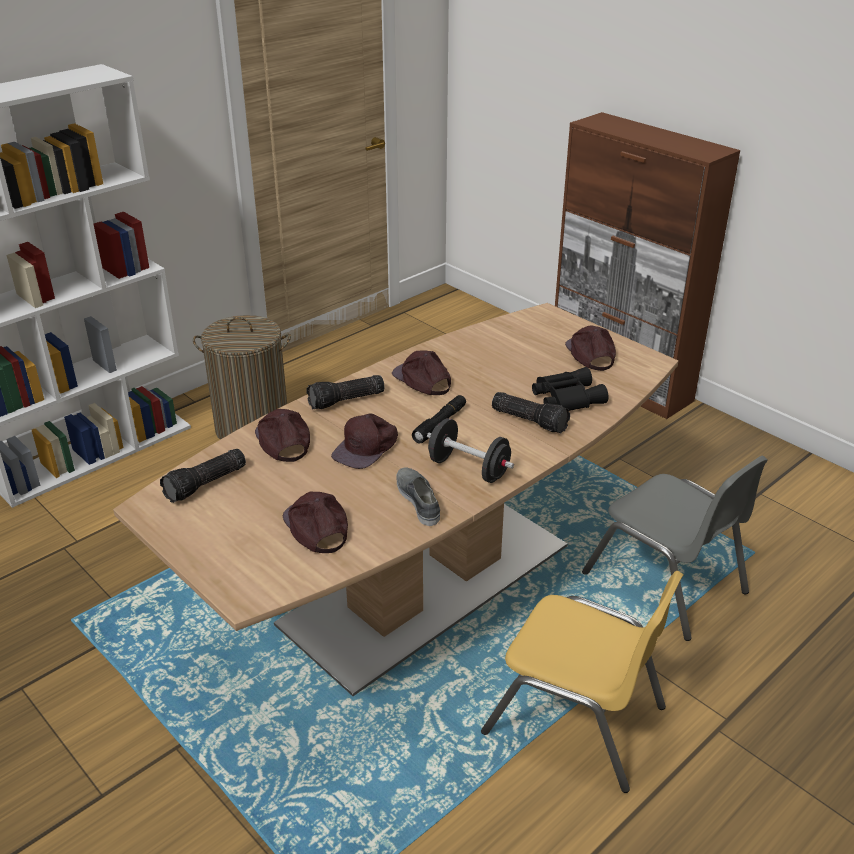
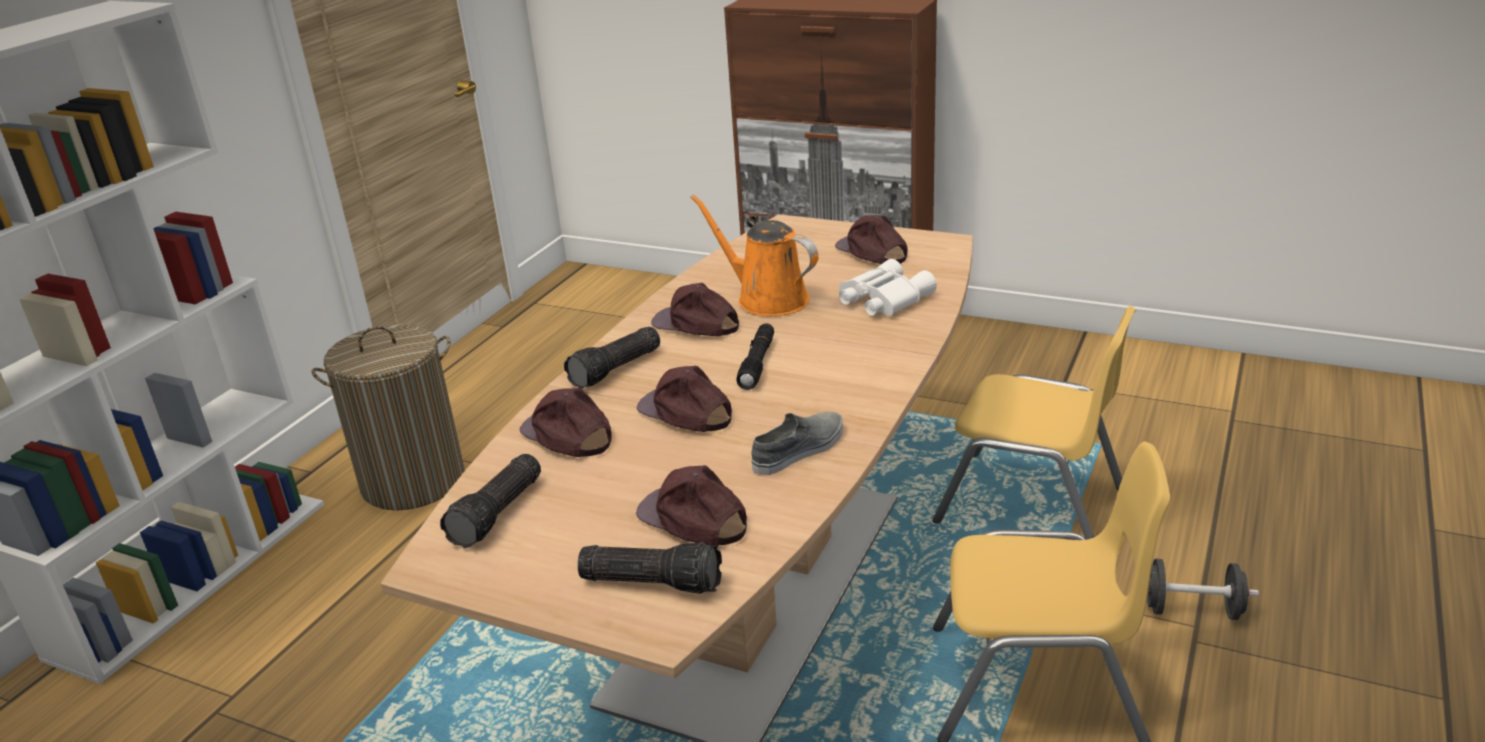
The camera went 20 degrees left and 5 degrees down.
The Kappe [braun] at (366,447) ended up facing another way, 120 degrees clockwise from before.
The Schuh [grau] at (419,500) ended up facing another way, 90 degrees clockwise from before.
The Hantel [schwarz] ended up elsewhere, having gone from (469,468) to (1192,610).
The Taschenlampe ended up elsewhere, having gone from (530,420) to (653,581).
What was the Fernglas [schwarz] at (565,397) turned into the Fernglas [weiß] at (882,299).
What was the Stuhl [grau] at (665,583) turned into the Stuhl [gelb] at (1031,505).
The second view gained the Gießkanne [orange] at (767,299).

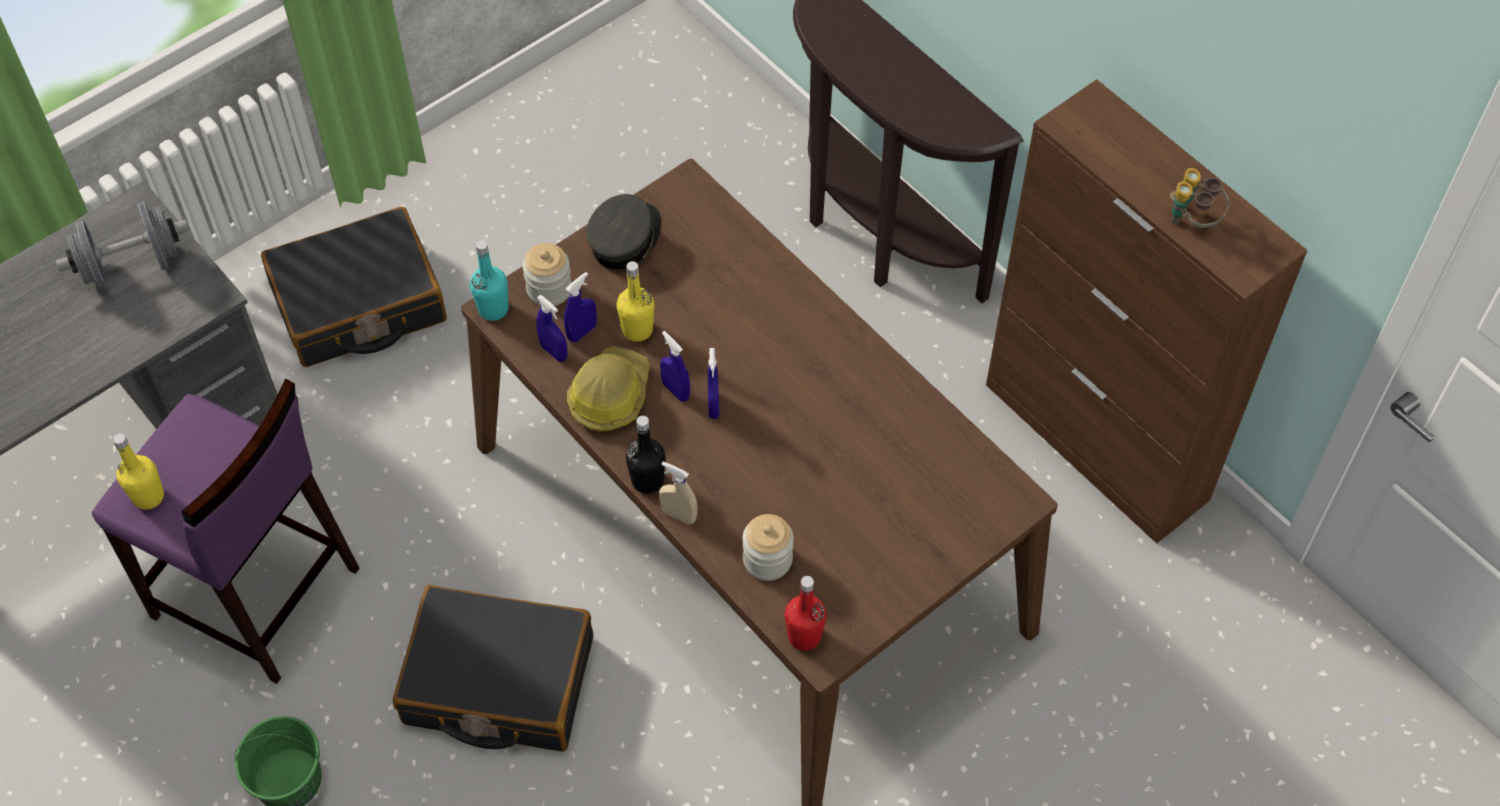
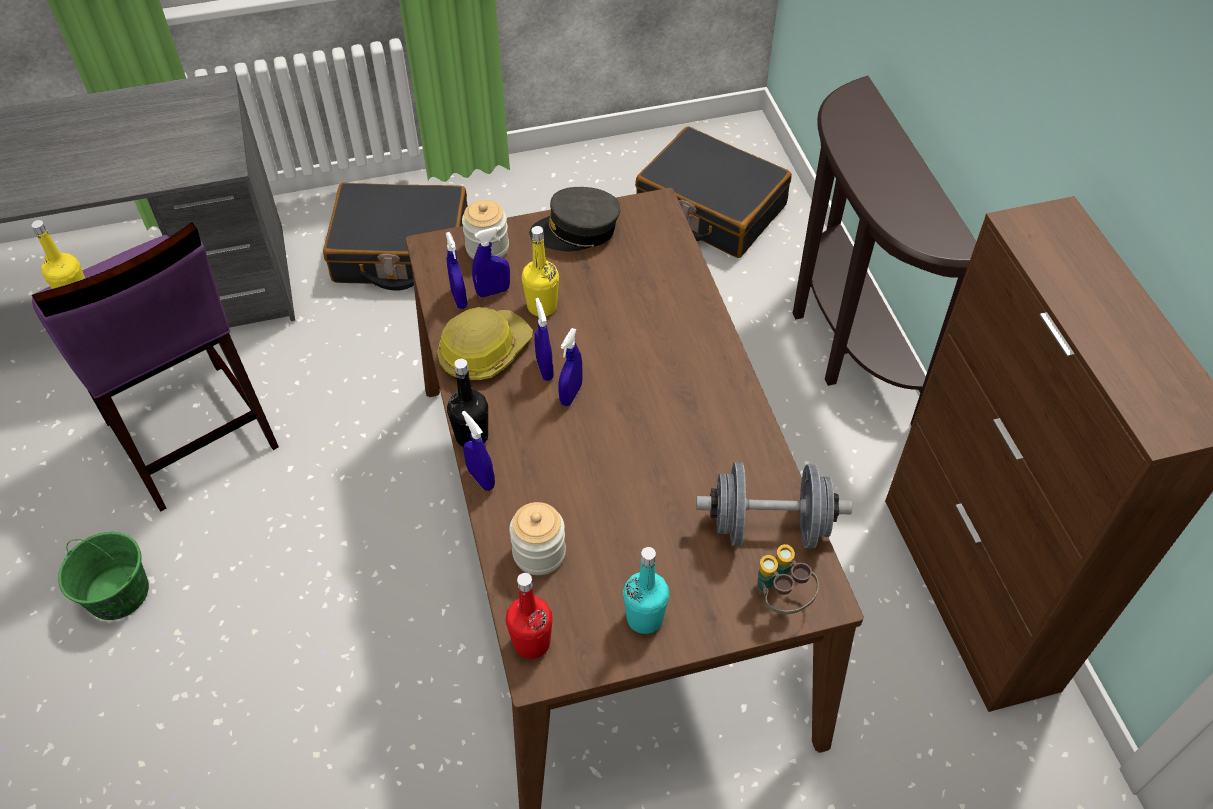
The camera went 25 degrees right and 5 degrees down.
The Hantel [grau] ended up elsewhere, having gone from (132,266) to (769,527).
The Koffer [schwarz] ended up elsewhere, having gone from (498,682) to (710,208).
The Flasche [türkis] ended up elsewhere, having gone from (493,309) to (644,618).
The Kappe [grau] at (625,239) ended up facing another way, 150 degrees counterclockwise from before.
What was the Sprühflasche [beige] at (679,515) turned into the Sprühflasche [blau] at (481,478).
The Fernglas ended up elsewhere, having gone from (1192,220) to (780,598).

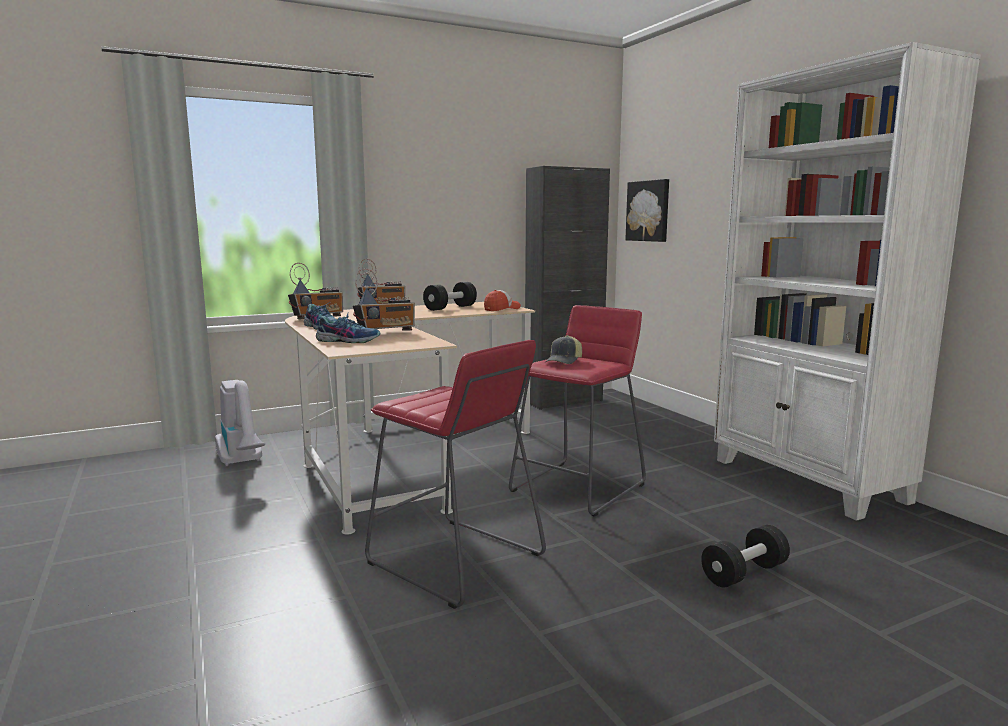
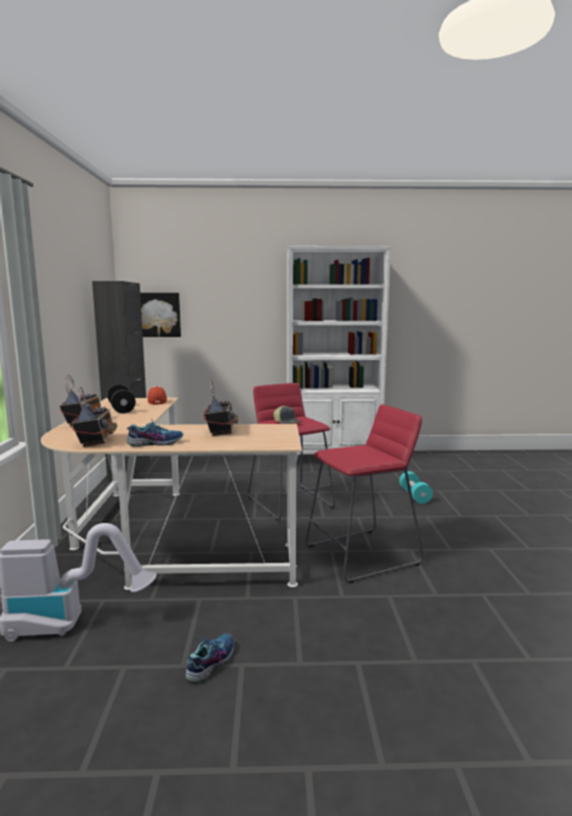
The camera went 65 degrees left and 0 degrees up.
The Schuh ended up elsewhere, having gone from (348,340) to (210,662).
What was the Hantel [schwarz] at (744,573) turned into the Hantel [türkis] at (414,496).

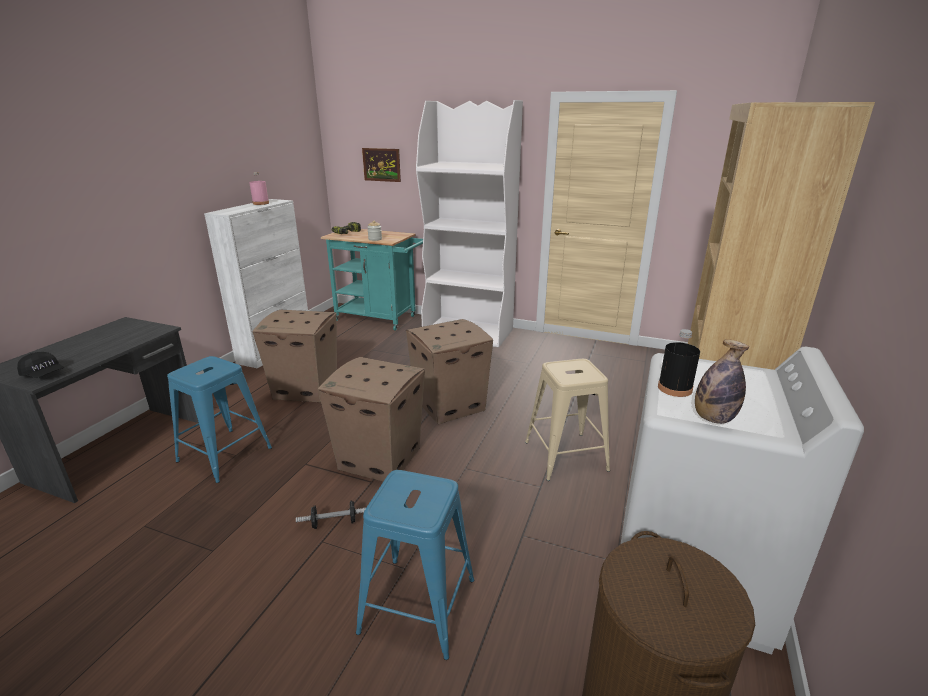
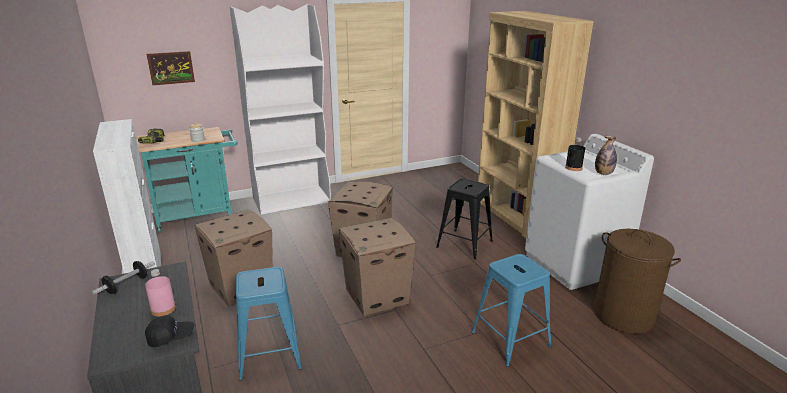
The camera went 45 degrees left and 0 degrees up.
The Flasche [rosa] ended up elsewhere, having gone from (260,203) to (163,309).
The Hantel ended up elsewhere, having gone from (334,523) to (126,285).
What was the Hocker [beige] at (565,456) turned into the Hocker [schwarz] at (464,244).

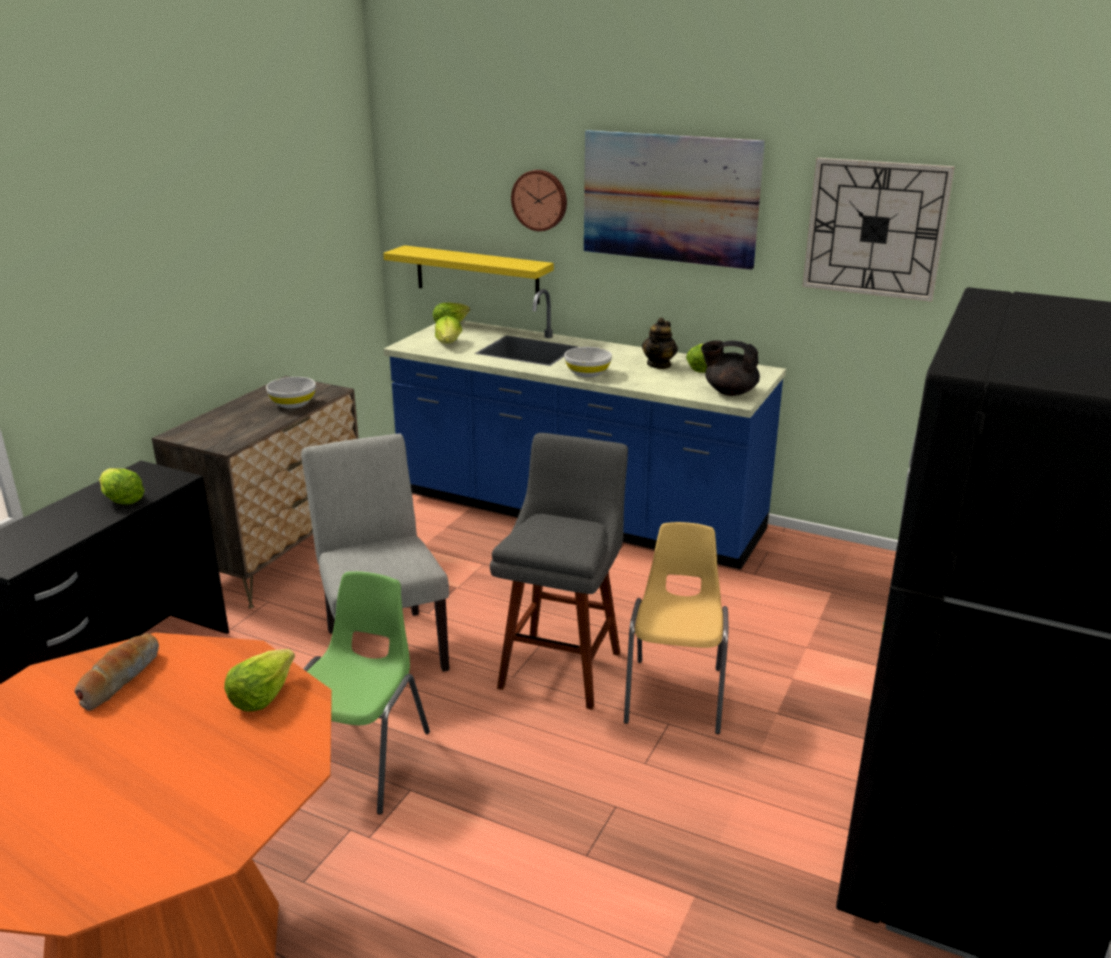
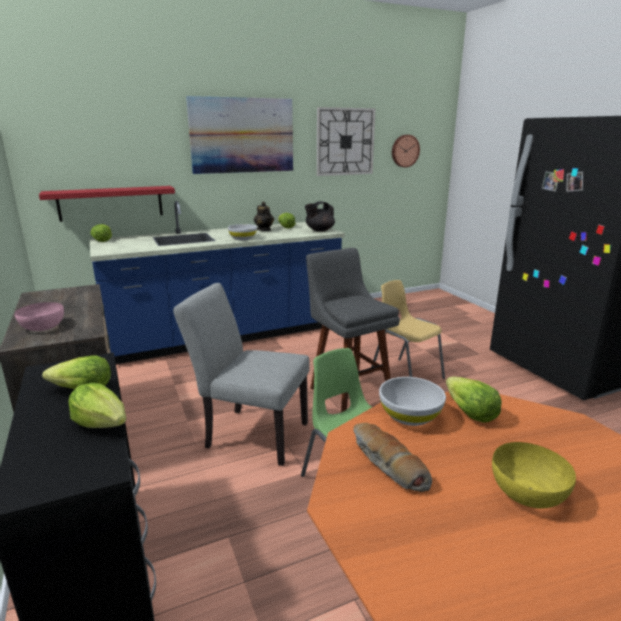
The camera went 50 degrees left and 5 degrees down.
The Schüssel [weiß] ended up elsewhere, having gone from (292,404) to (410,416).
What was the Wandregal [gelb] at (477,274) turned into the Wandregal [rot] at (111,203).
The Salatkopf ended up elsewhere, having gone from (449,343) to (102,423).
The Wanduhr ended up elsewhere, having gone from (540,200) to (404,151).
The second view gained the Schüssel [rosa] at (42,327).
The second view gained the Schüssel [gelb] at (528,492).

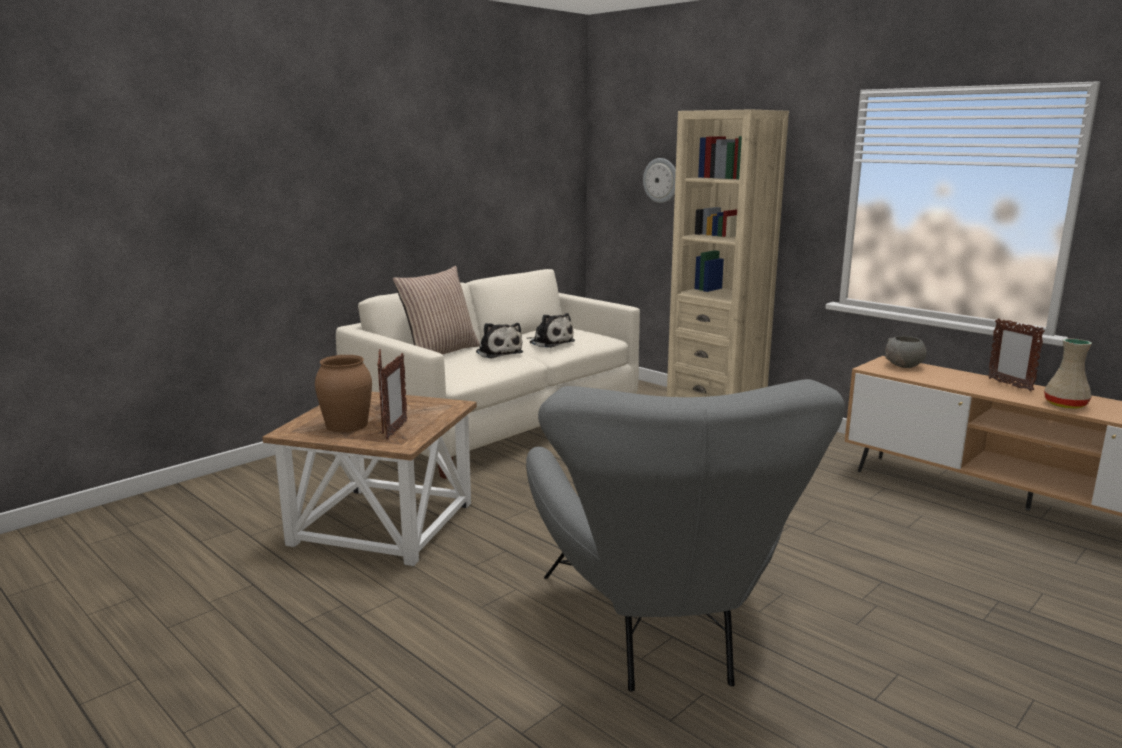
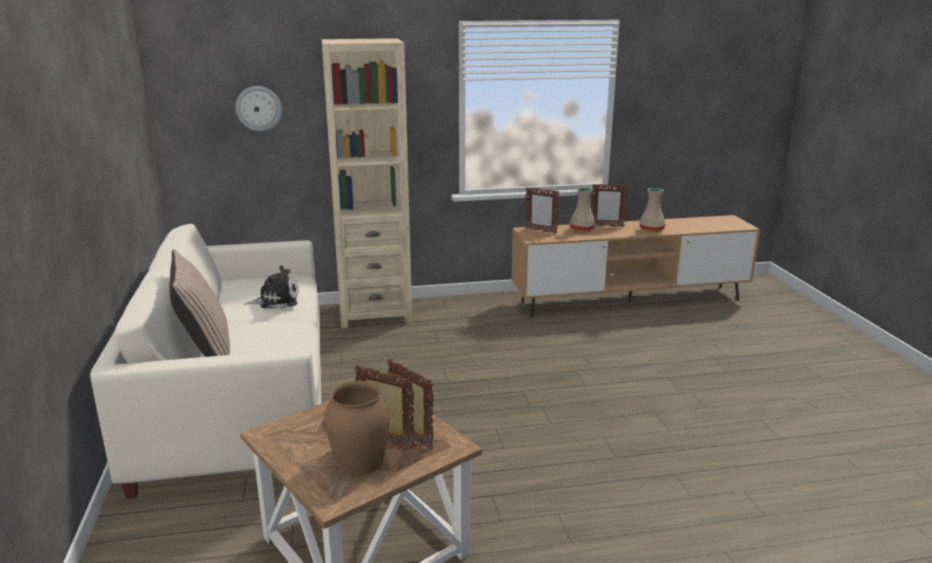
The camera went 55 degrees left and 5 degrees up.
The second view lost the Plüschtier at (498,352).
The second view lost the Sessel [grau] at (663,632).
Where the Schüssel [grau] stood at (904,366), the Bilderrahmen came to stand at (541,231).
The second view gained the Vase [beige] at (582,230).

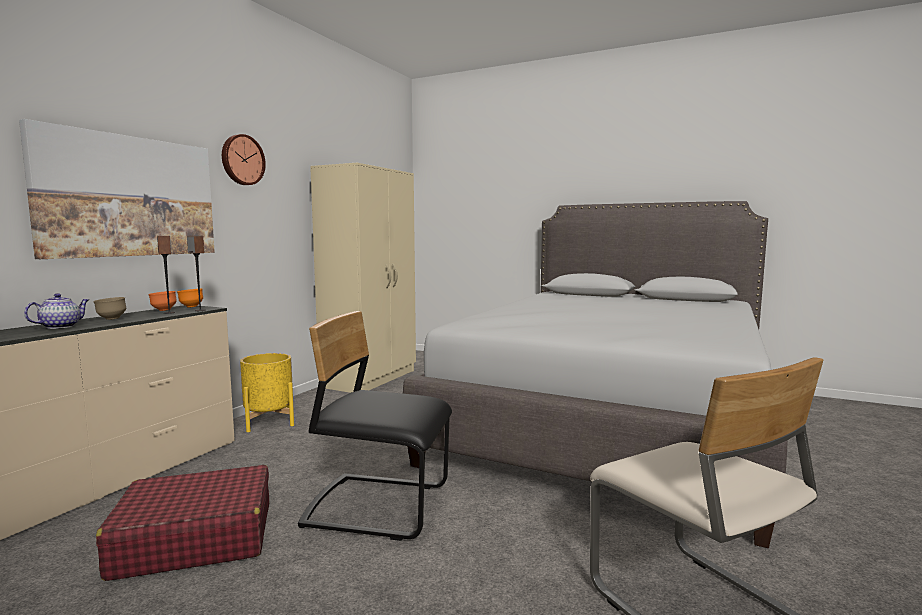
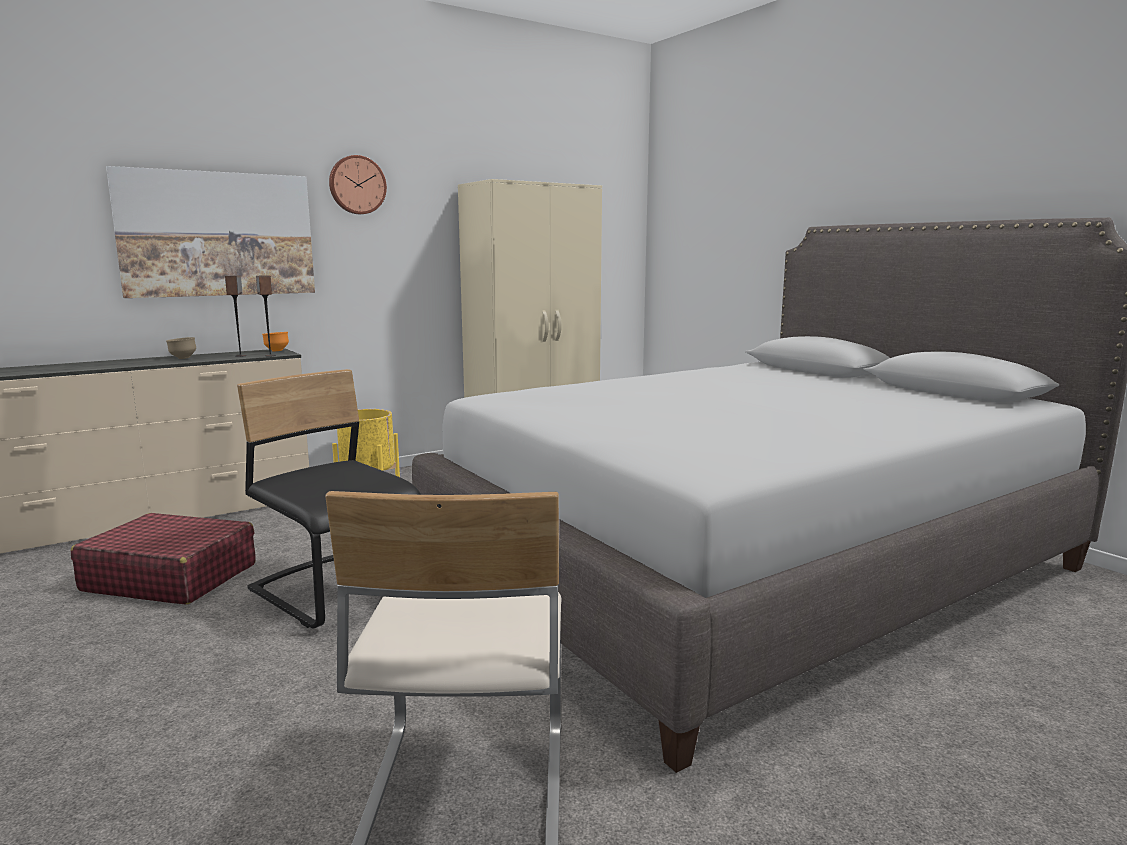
The camera went 30 degrees right and 5 degrees up.
The second view lost the Teekanne at (61,326).
The second view lost the Schüssel [orange] at (163,310).

